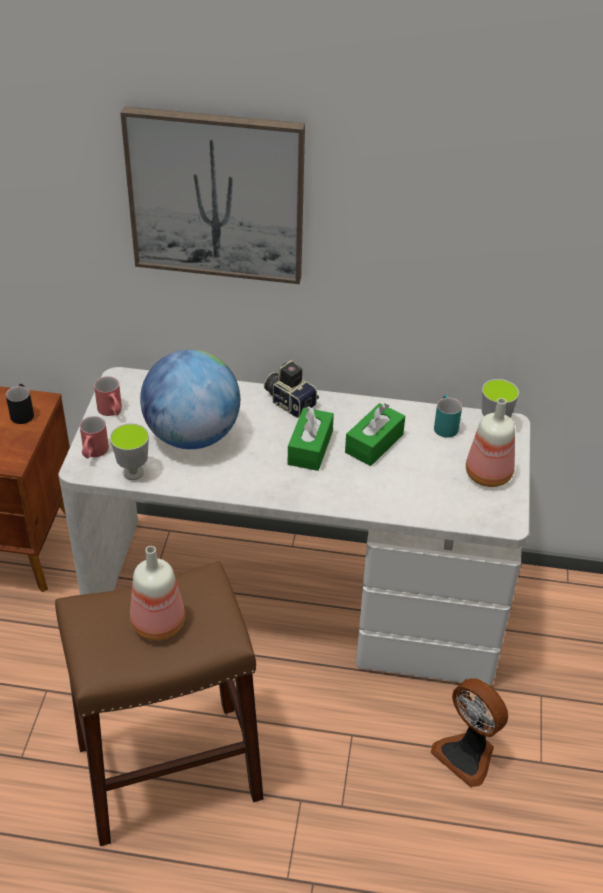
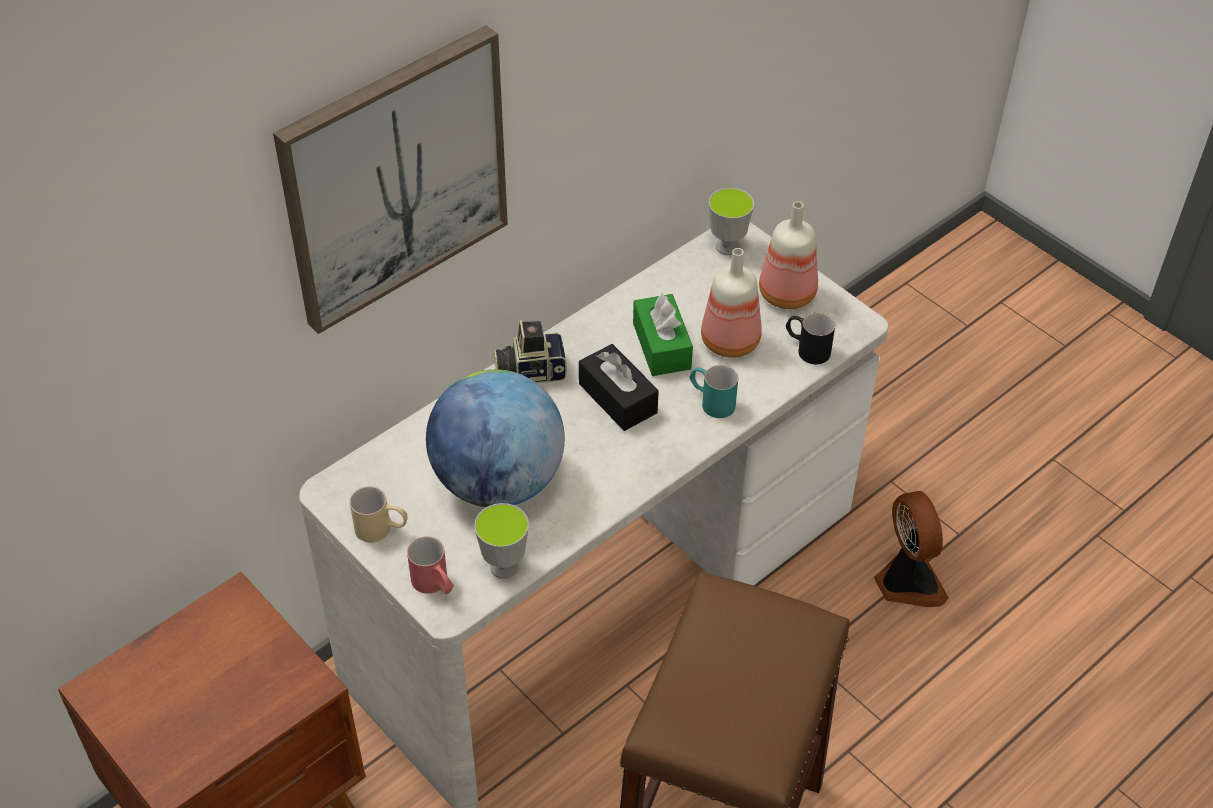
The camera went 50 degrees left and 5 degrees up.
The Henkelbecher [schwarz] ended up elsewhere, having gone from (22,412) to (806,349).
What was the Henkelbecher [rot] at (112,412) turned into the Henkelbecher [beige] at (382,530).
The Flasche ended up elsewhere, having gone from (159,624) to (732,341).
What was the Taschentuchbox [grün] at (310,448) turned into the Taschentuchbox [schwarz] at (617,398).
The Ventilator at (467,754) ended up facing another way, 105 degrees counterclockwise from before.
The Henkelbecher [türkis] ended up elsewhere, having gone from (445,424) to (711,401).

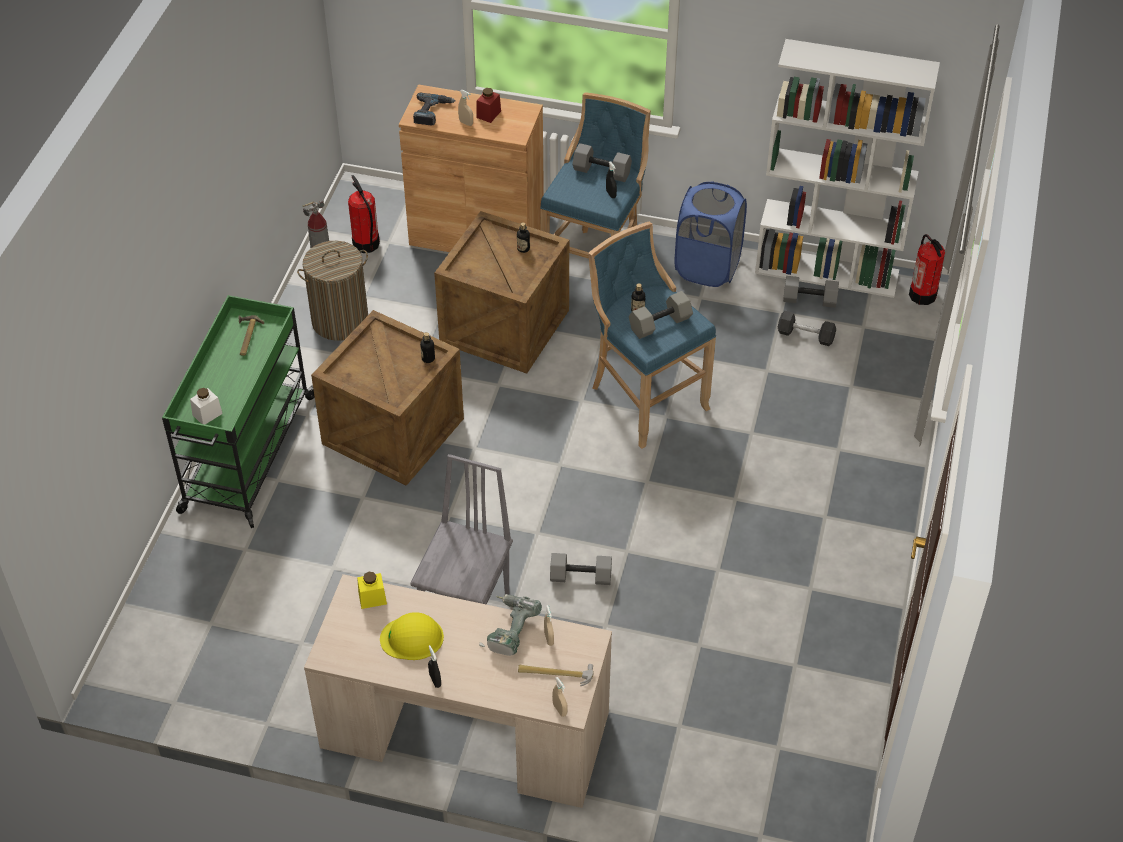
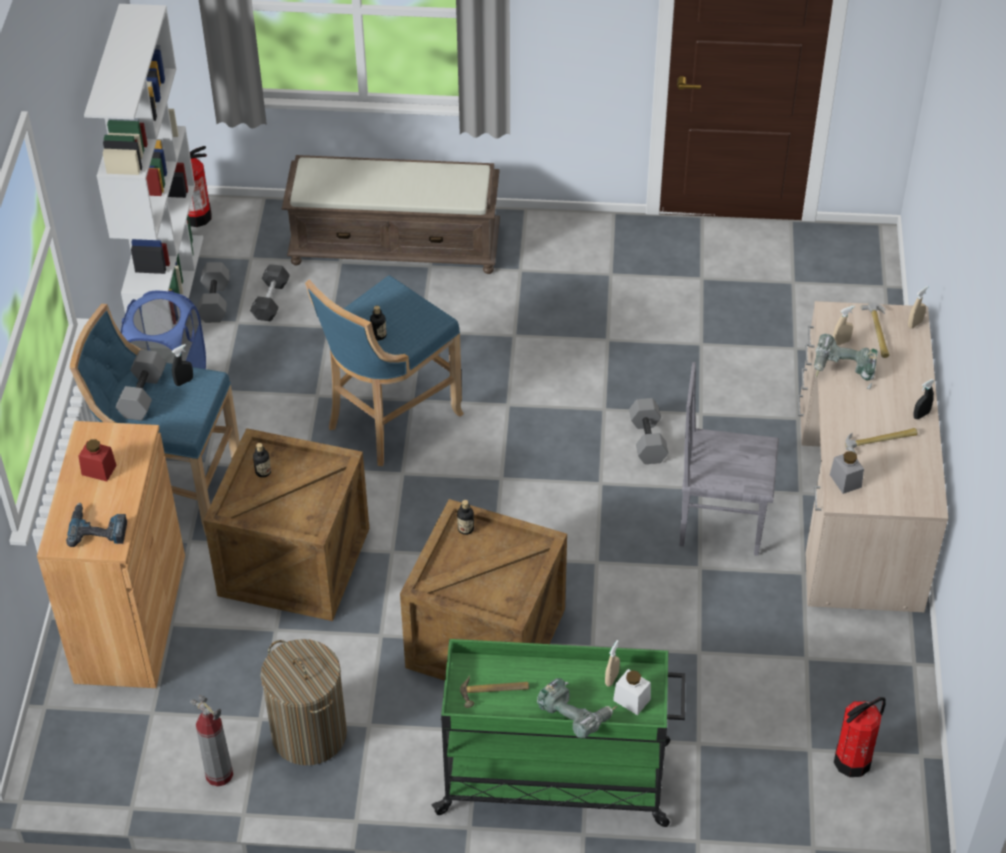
The camera went 100 degrees left and 0 degrees up.
The Feuerlöscher ended up elsewhere, having gone from (366,244) to (853,761).
What was the Vorratsglas [gelb] at (372,598) turned into the Vorratsglas [grau] at (845,481).
Where the Schutzhelm [gelb] stood at (412,638), the Hammer came to stand at (880,441).
The Sprühflasche [beige] ended up elsewhere, having gone from (466,123) to (611,679).
The second view lost the Hantel [grau] at (660,325).
The second view gained the Bank [braun] at (396,246).
The second view gained the Bohrmaschine at (576,714).

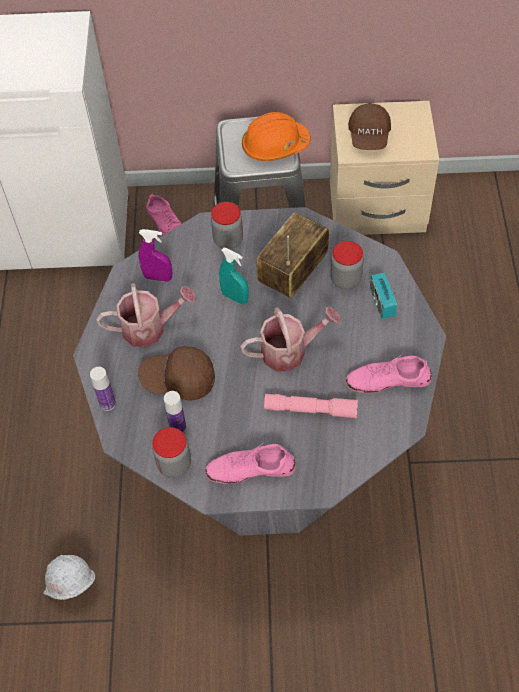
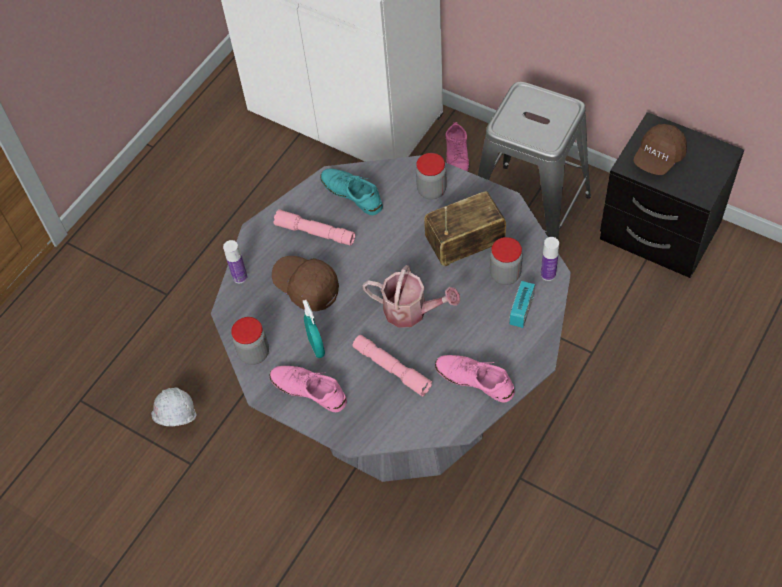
The camera went 35 degrees right and 0 degrees up.
Where the Gießkanne stood at (150,328), the Taschenlampe [rosa] came to stand at (315,232).
Where the Sprühflasche [lila] stood at (158,277), the Schuh [türkis] came to stand at (352,193).
The Flasche ended up elsewhere, having gone from (178,427) to (548,274).
The Sprühflasche [türkis] ended up elsewhere, having gone from (235,297) to (316,347).
The second view lost the Schutzhelm [orange] at (275,146).
What was the Nachttisch [beige] at (377,209) turned into the Nachttisch [schwarz] at (658,233).

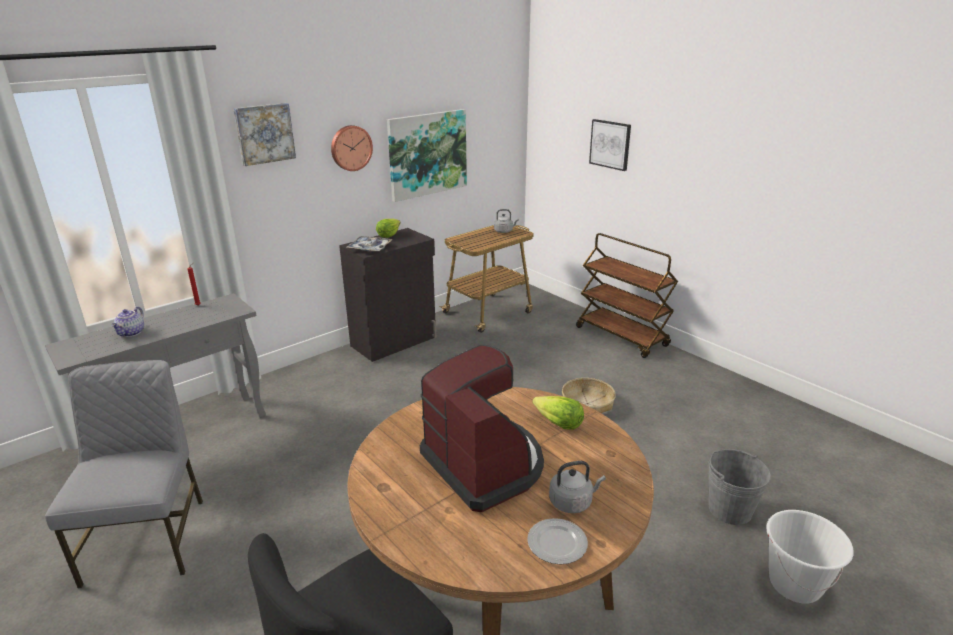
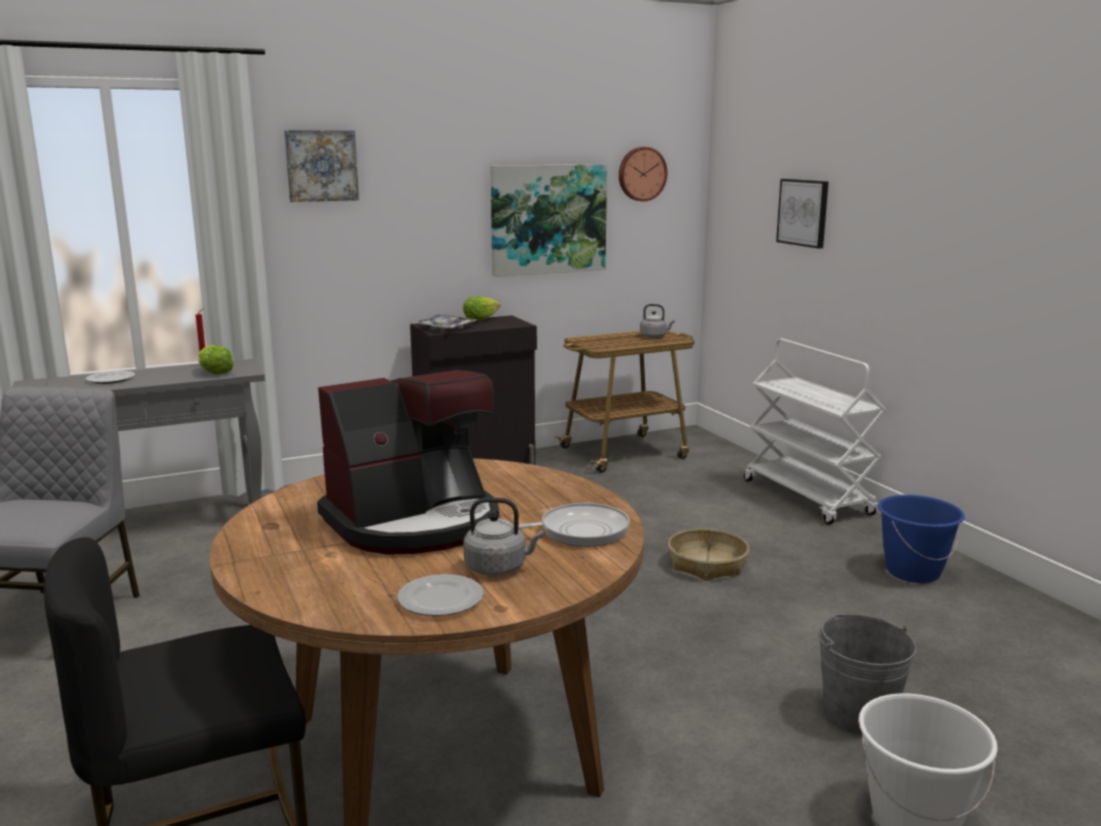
The camera went 15 degrees right and 10 degrees down.
Where the Teekanne stood at (132,333), the Teller came to stand at (111,379).
The Wanduhr ended up elsewhere, having gone from (350,148) to (641,174).
The Kaffeemaschine at (484,464) ended up facing another way, 75 degrees clockwise from before.
The Salatkopf ended up elsewhere, having gone from (558,423) to (214,372).
What was the Rollwagen [braun] at (622,337) turned into the Rollwagen [weiß] at (808,498).
The second view gained the Pfanne at (578,531).
The second view gained the Eimer [blau] at (912,572).

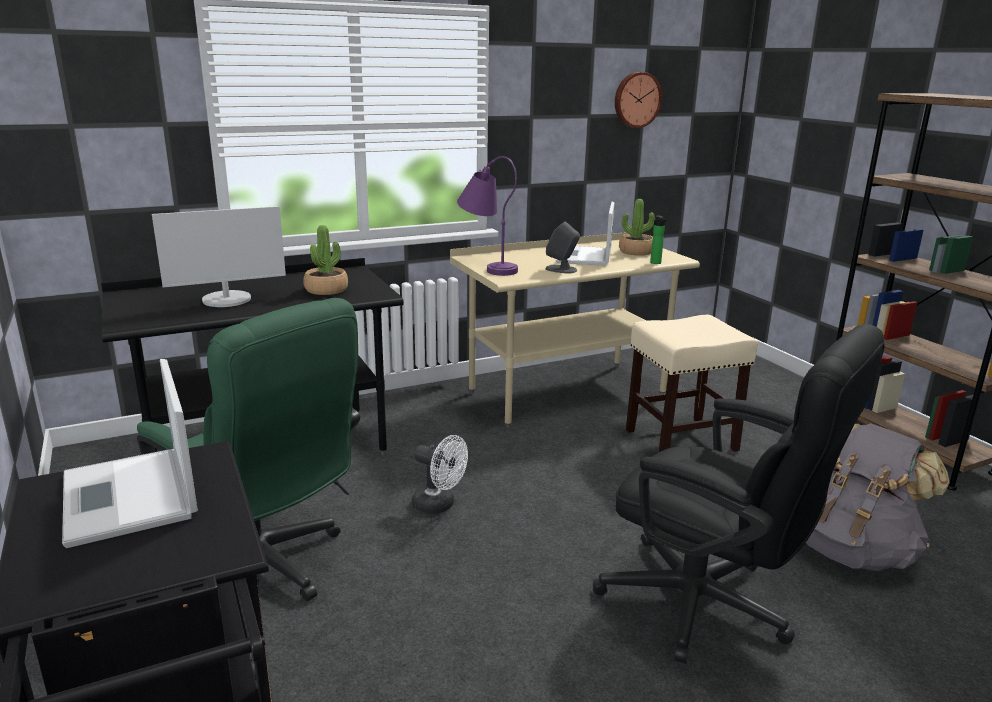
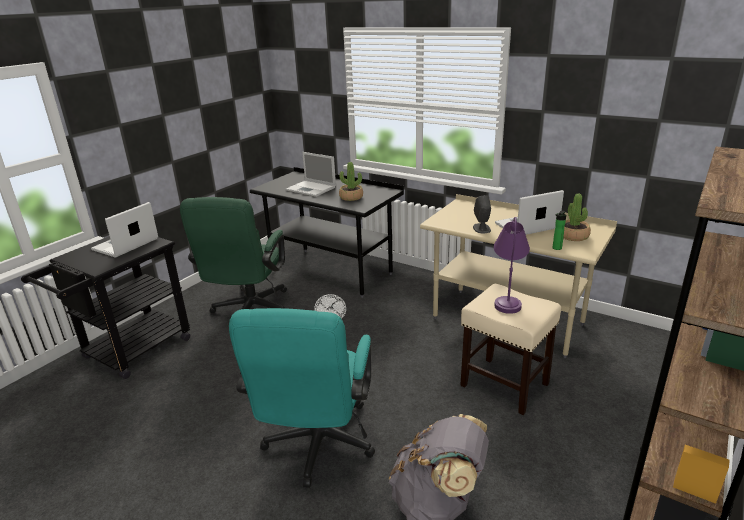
The camera went 60 degrees right and 5 degrees up.
Where the Monitor stood at (227,299), the Laptop came to stand at (311,189).
The Tischlampe [lila] ended up elsewhere, having gone from (487,267) to (508,297).
What was the Bürostuhl [schwarz] at (711,608) turned into the Bürostuhl [türkis] at (317,448).
The second view lost the Wanduhr at (636,99).

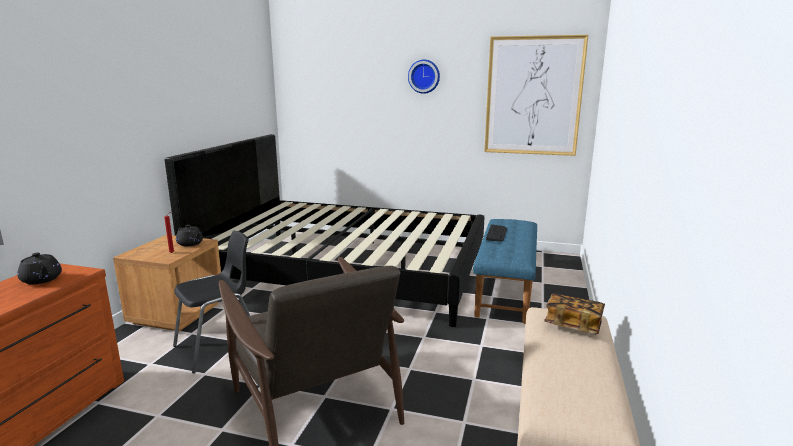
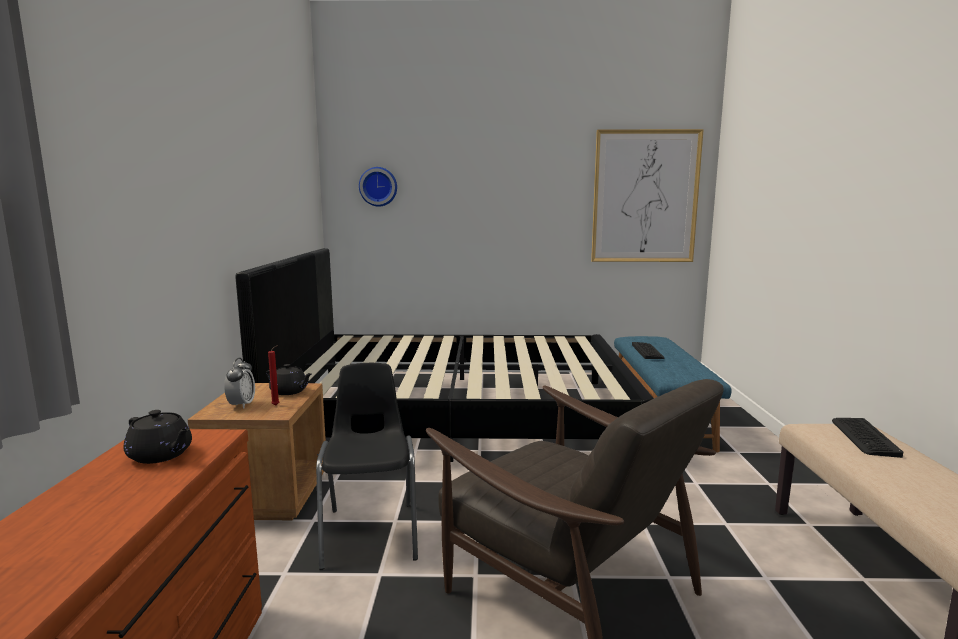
The camera went 15 degrees left and 5 degrees down.
The Stuhl [schwarz] at (220,347) ended up facing another way, 45 degrees counterclockwise from before.
The Wanduhr ended up elsewhere, having gone from (424,76) to (378,186).
Where the Buch stood at (573,325), the Tastatur came to stand at (864,437).
The second view gained the Wecker at (241,405).

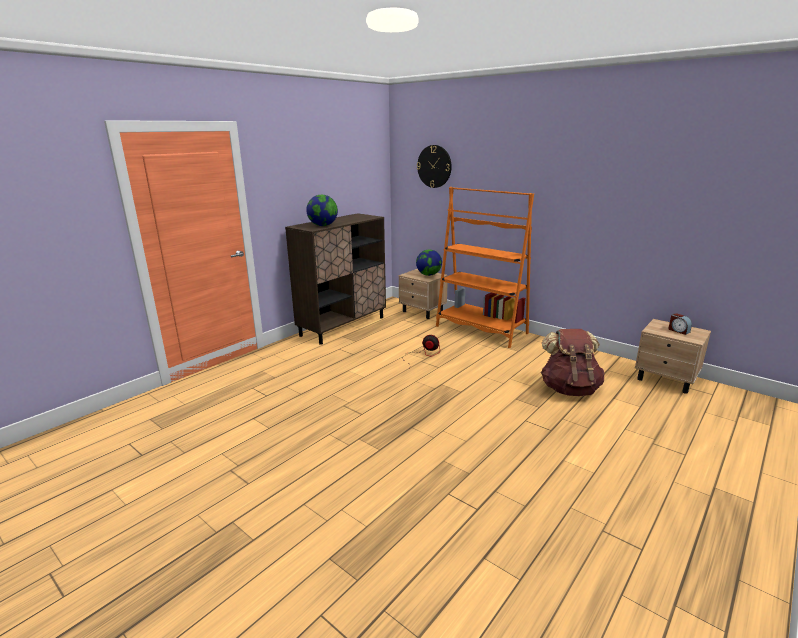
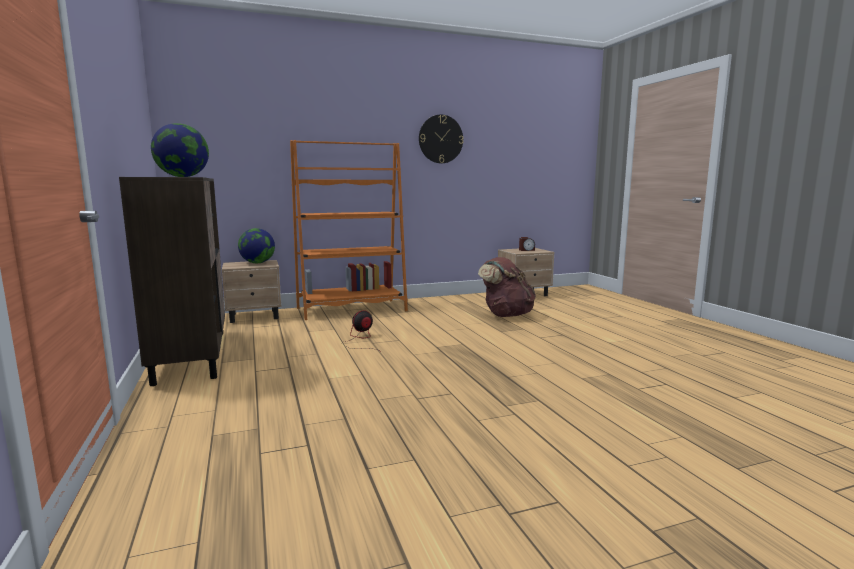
The camera went 60 degrees left and 10 degrees down.
The Wanduhr ended up elsewhere, having gone from (434,166) to (440,139).

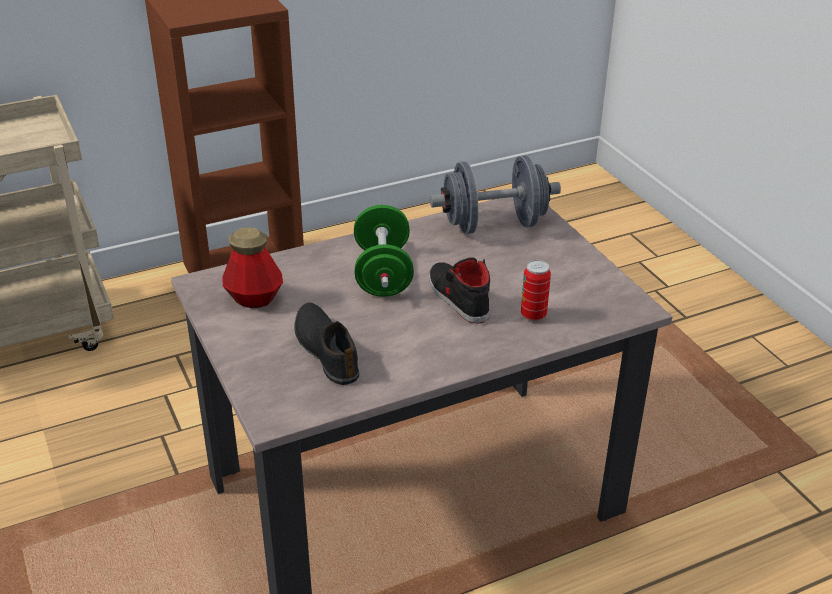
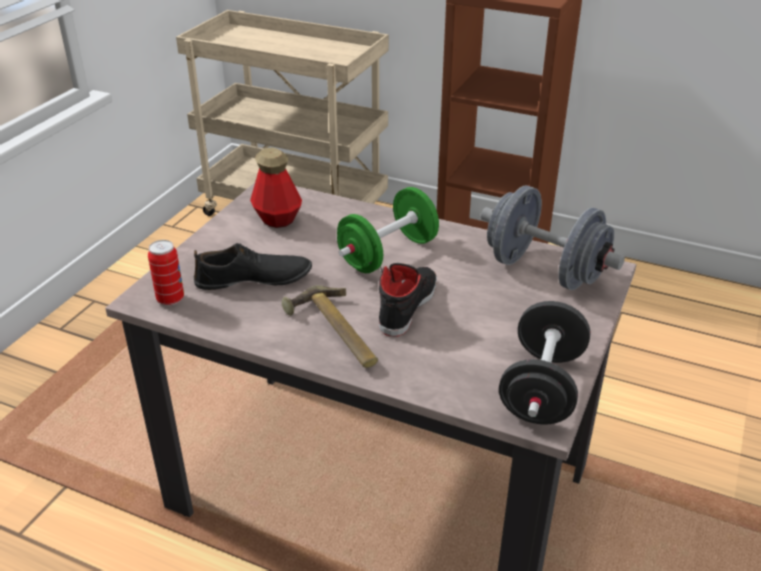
The camera went 50 degrees right and 0 degrees up.
The Schuh [schwarz] at (327,349) ended up facing another way, 60 degrees clockwise from before.
The Dose ended up elsewhere, having gone from (533,315) to (170,299).
The second view gained the Hammer at (334,333).
The second view gained the Hantel [schwarz] at (541,388).

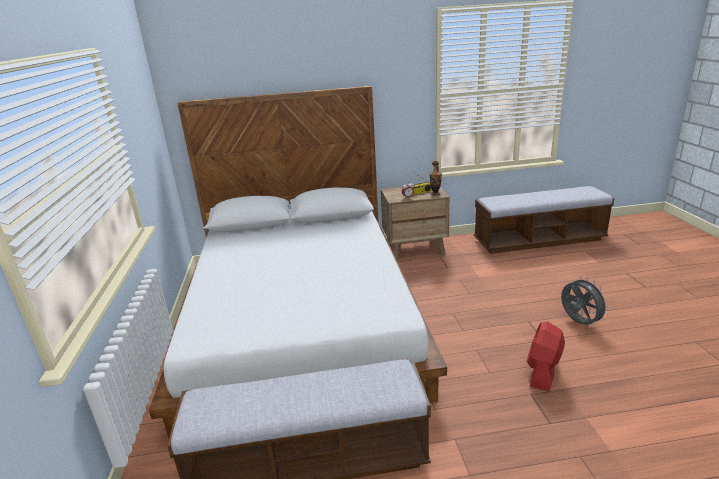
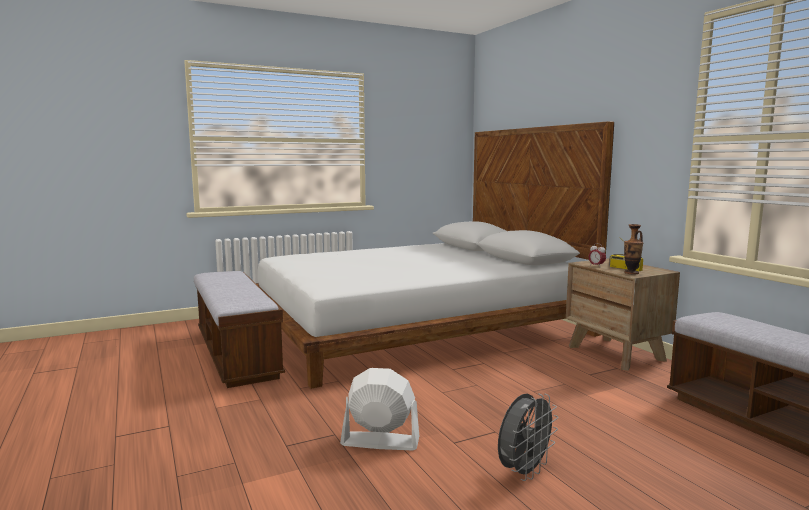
The camera went 70 degrees right and 15 degrees down.
What was the Ventilator [rot] at (542,372) turned into the Ventilator [weiß] at (380,441).

